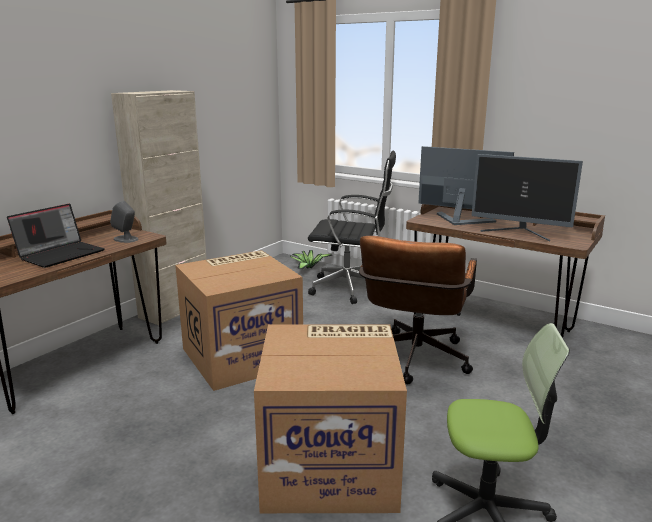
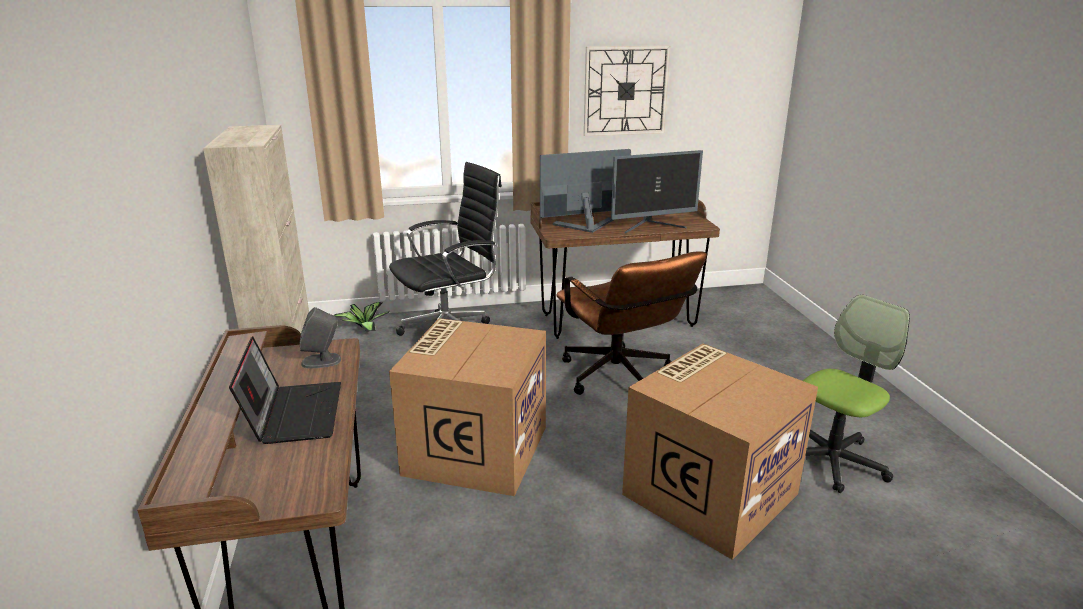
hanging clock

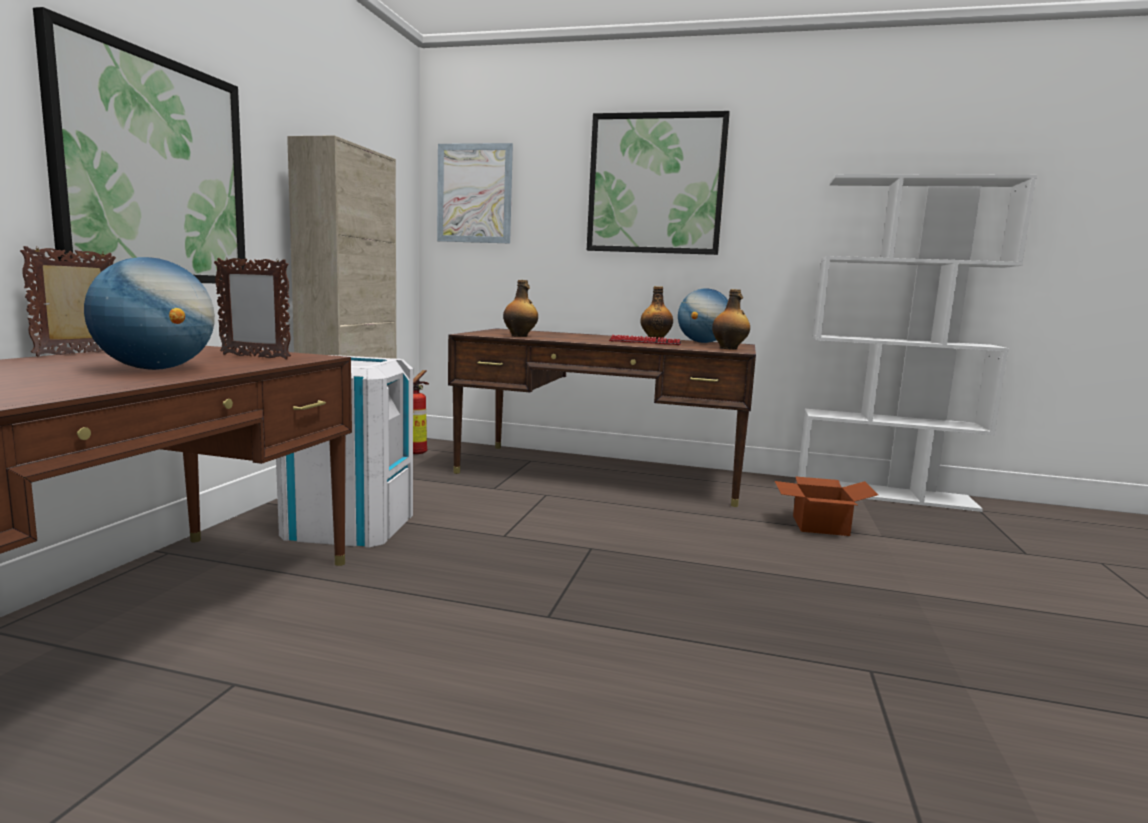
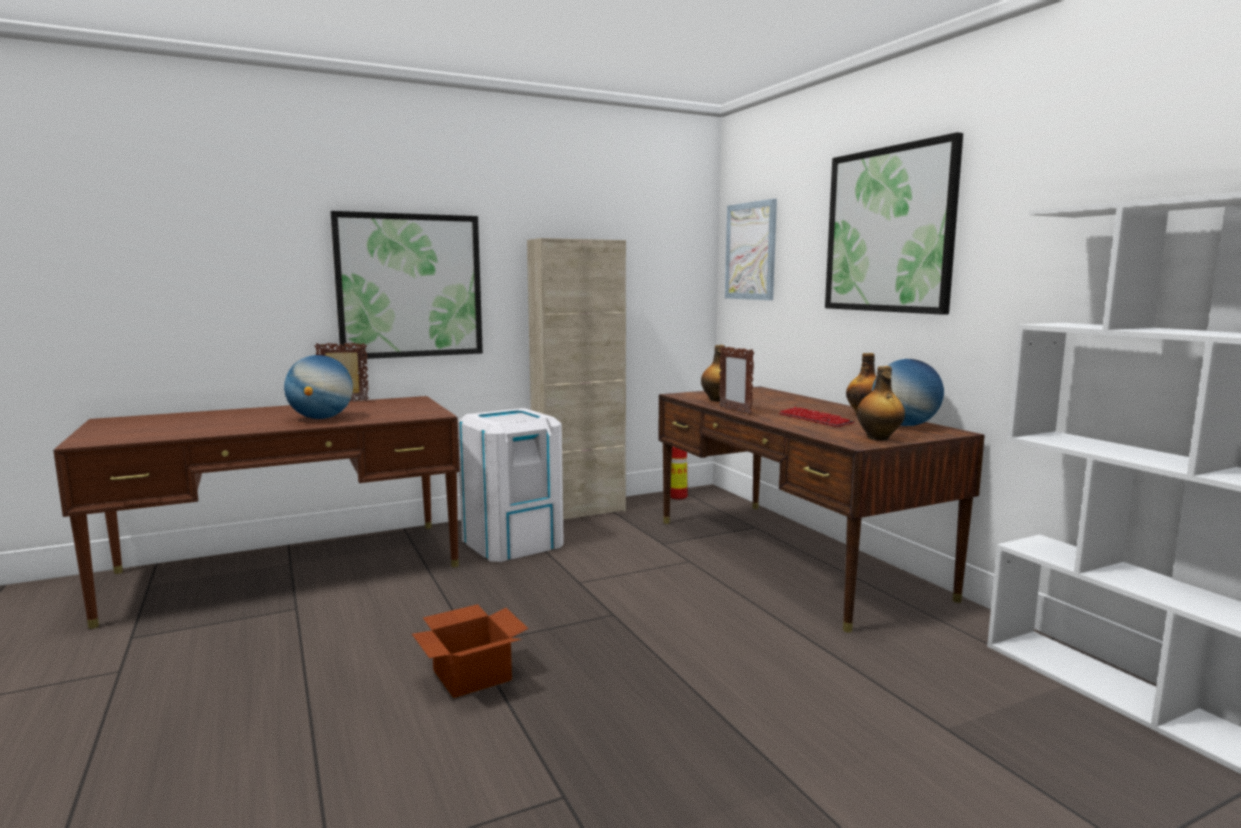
picture frame (no. 2 from left)
cardboard box

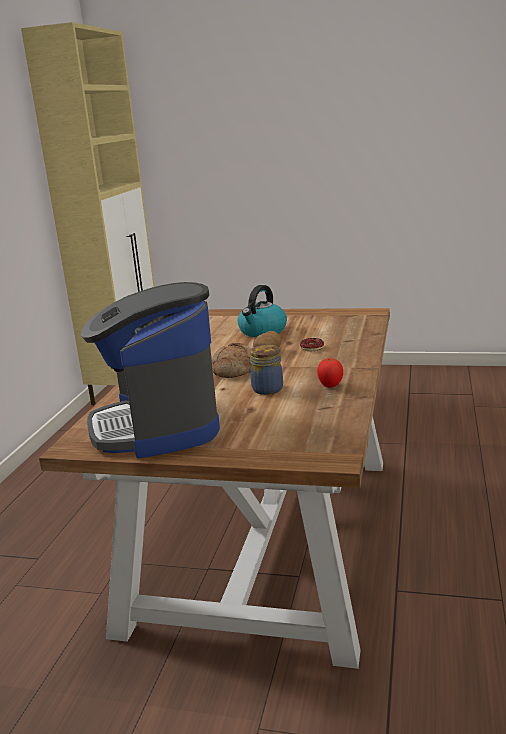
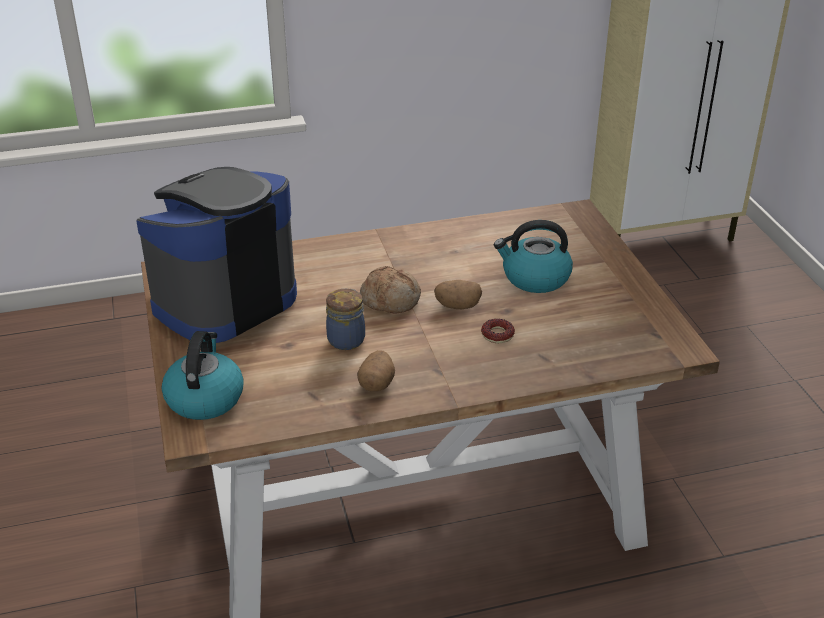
water kettle (no. 1 from left)
spud (no. 1 from left)

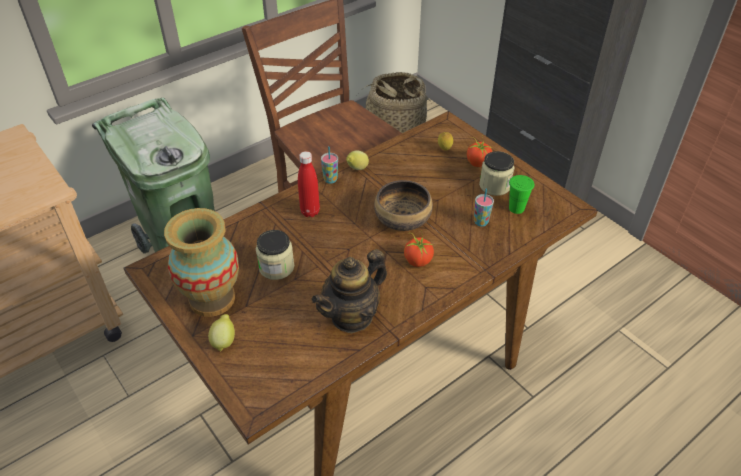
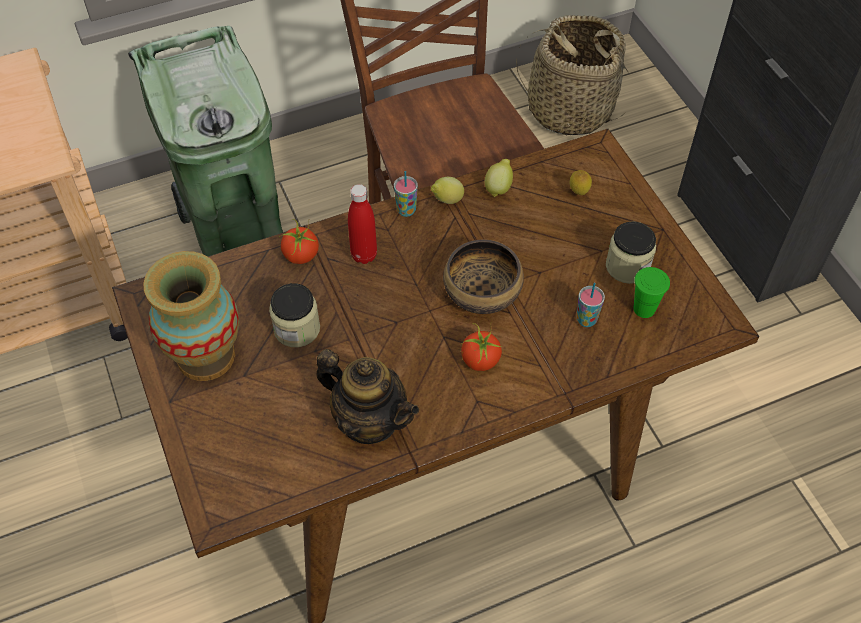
whole lemon (no. 2 from left)
whole tomato (no. 1 from left)
teapot

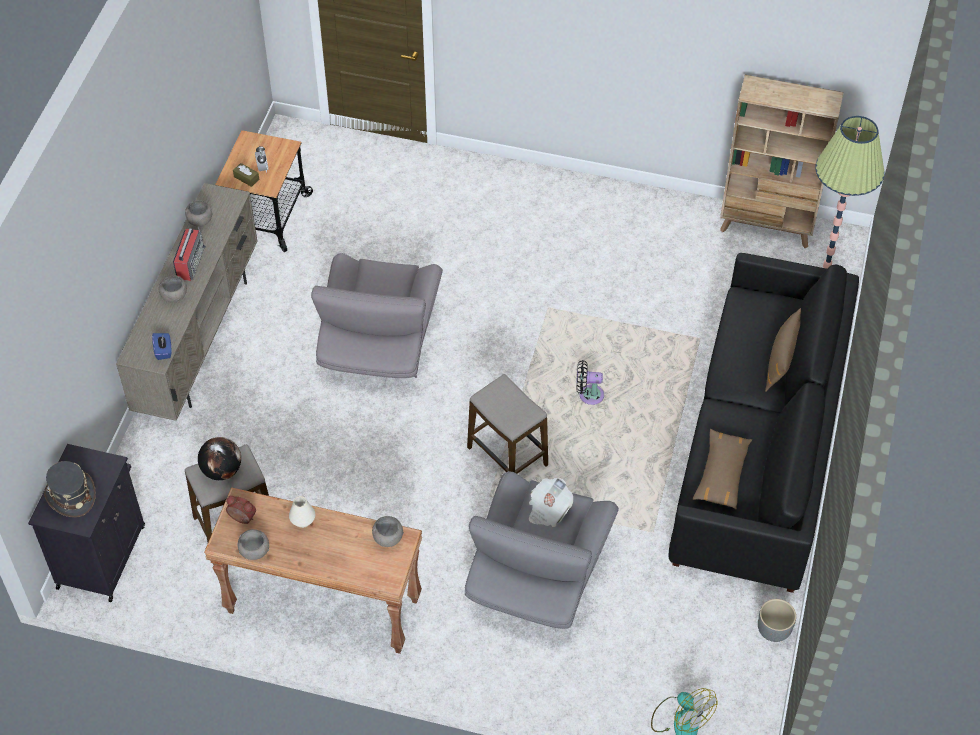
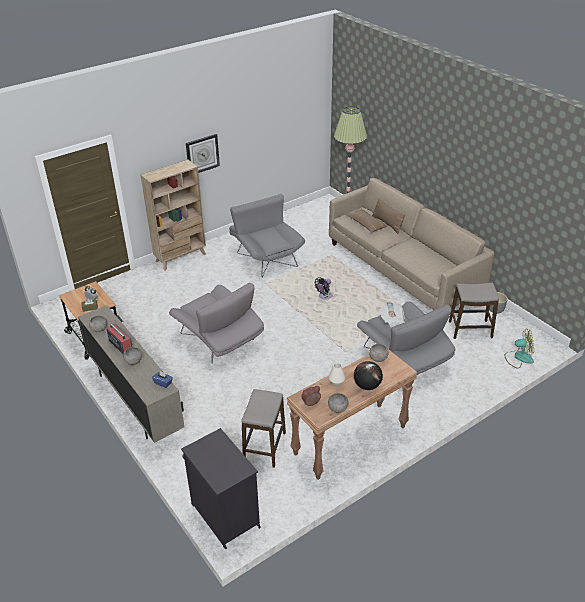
wearable hat/grey
hanging clock
armchair/grey (no. 2 from left)
world globe
stool (no. 2 from left)
throw pillow/brownish (no. 1 from left)
bookcase/beige
sofa/beige

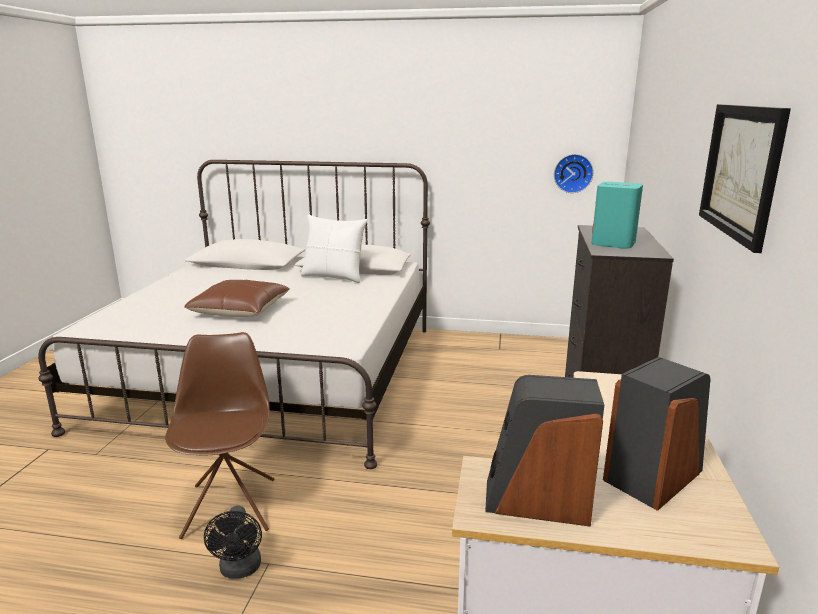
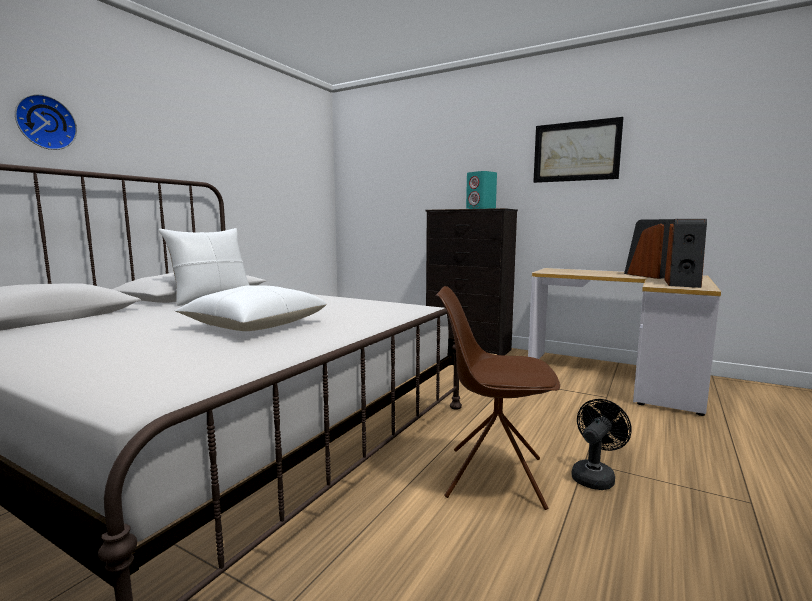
hanging clock
throw pillow/white-coloured (no. 2 from left)
electric fan/black

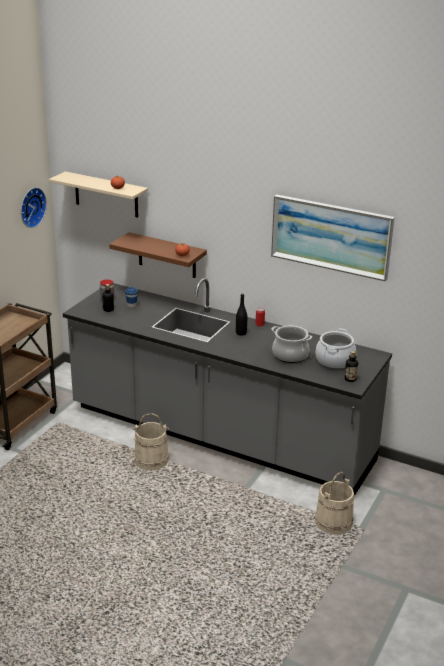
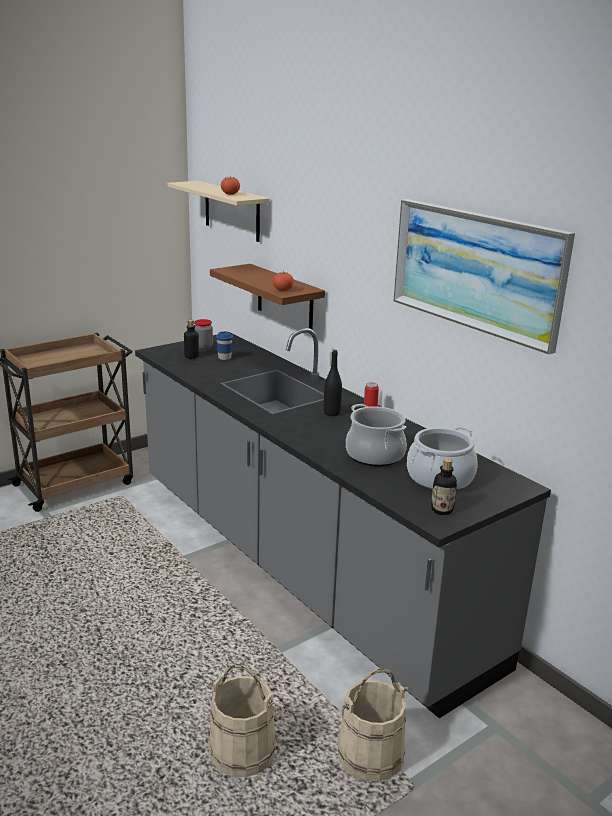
hanging clock
bucket/beige (no. 1 from left)

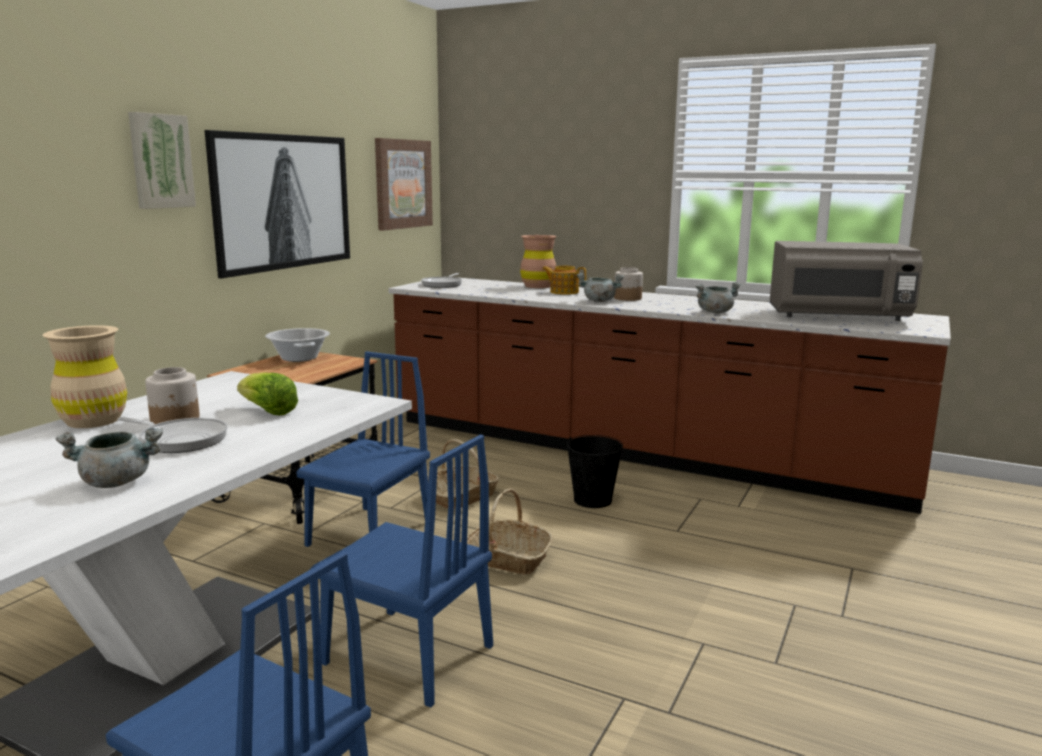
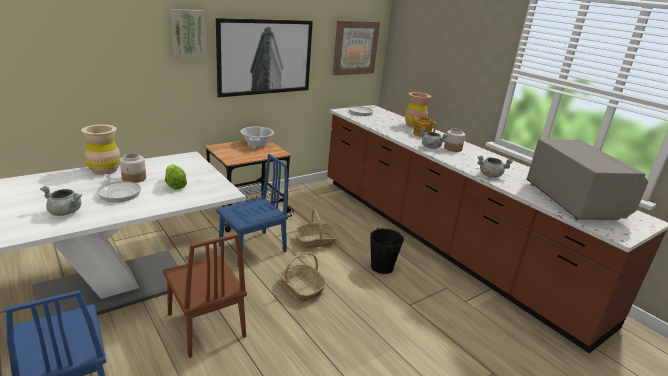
upright chair/brownish
microwave/grey

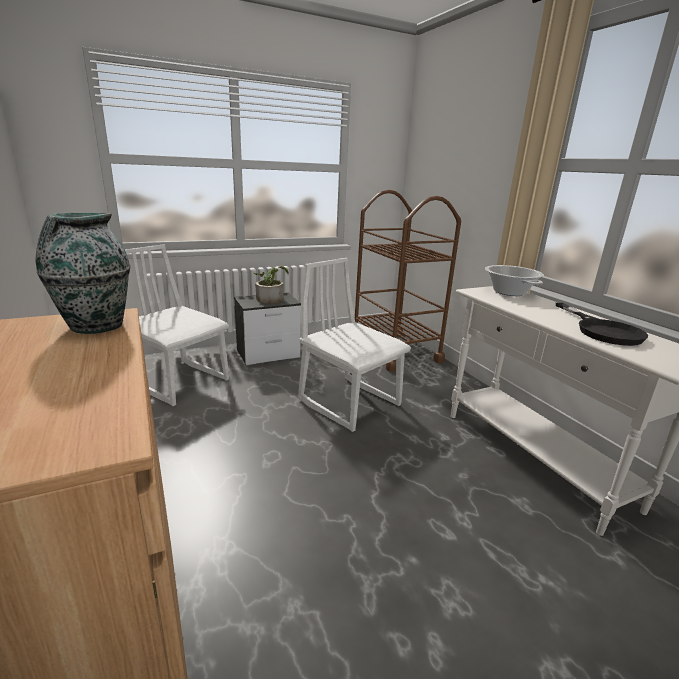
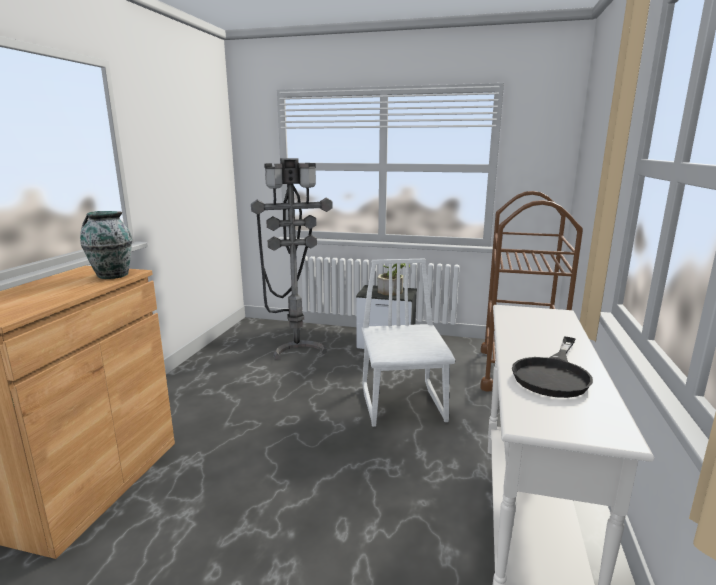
stockpot
standing lamp/grey

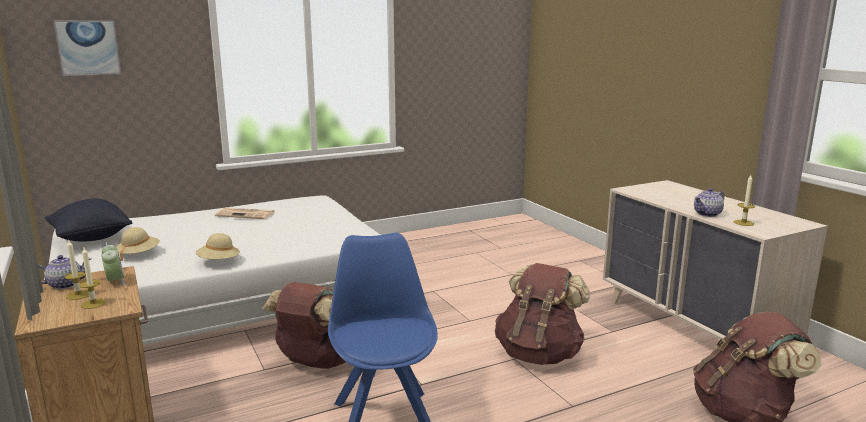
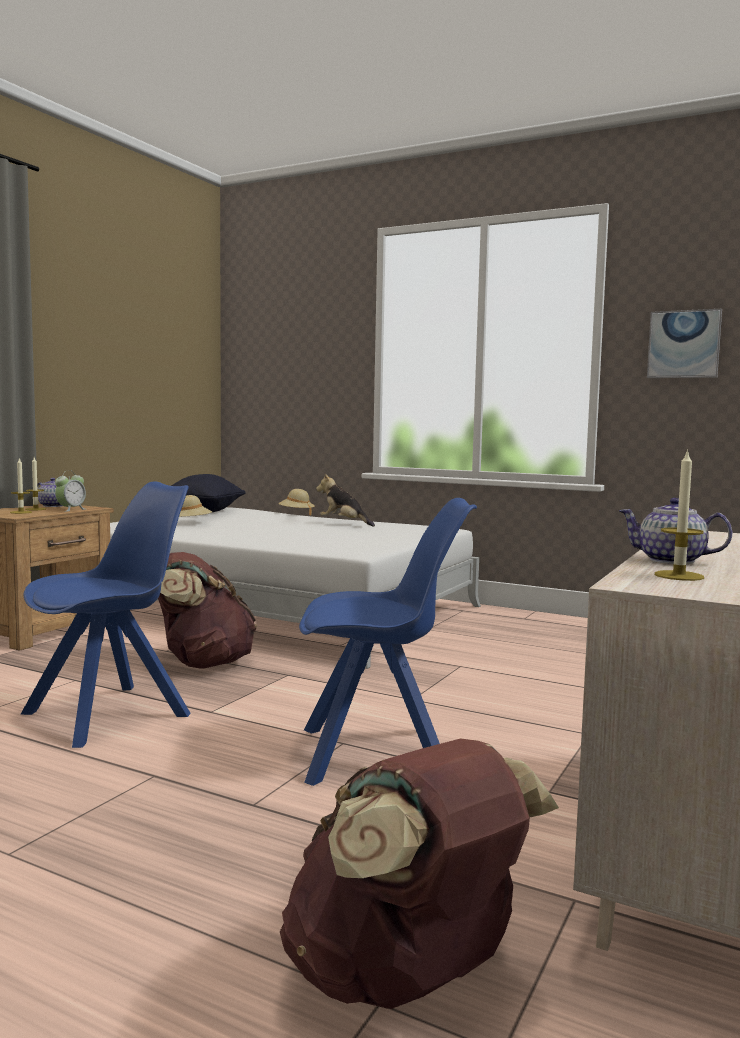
wall picture
wearable hat/beige (no. 2 from left)
cuddly toy
upright chair/bluish (no. 2 from left)

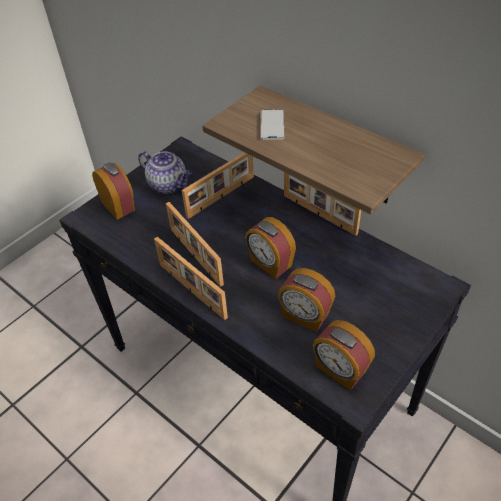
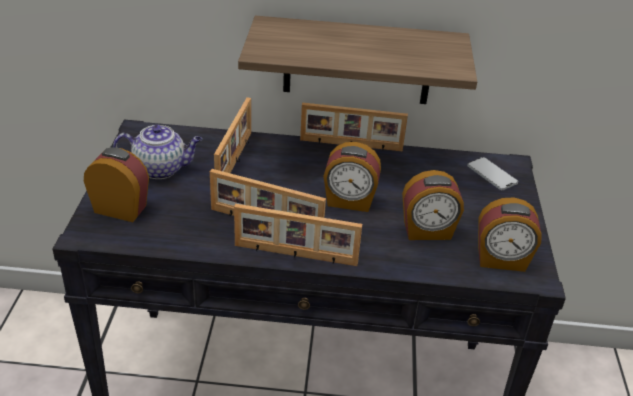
telephone

